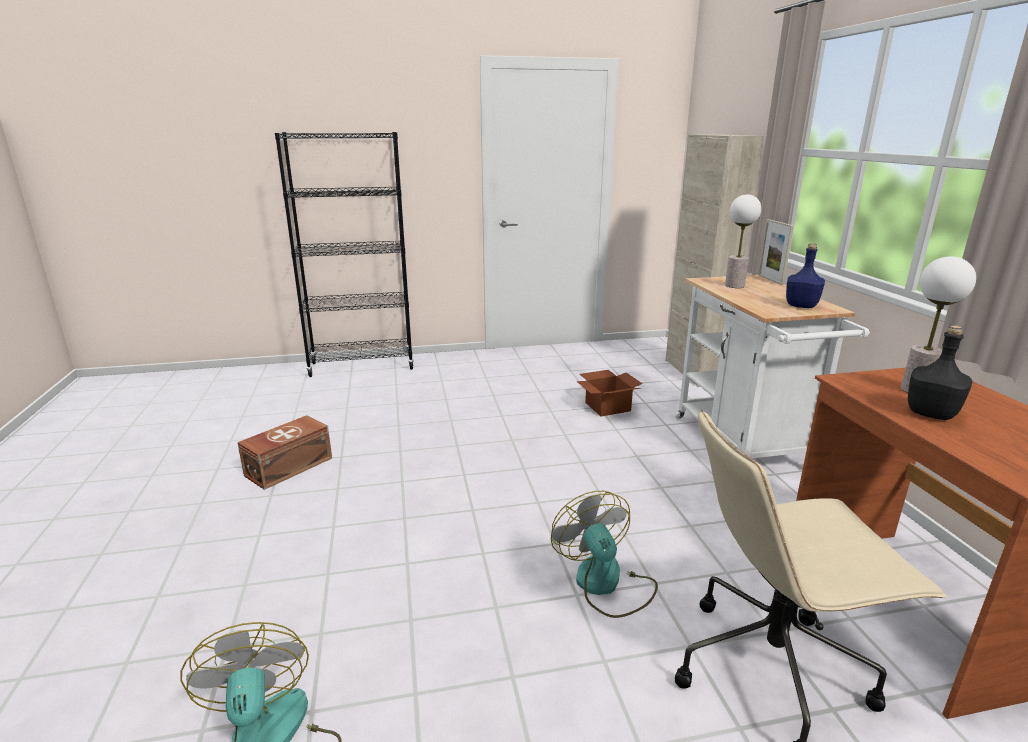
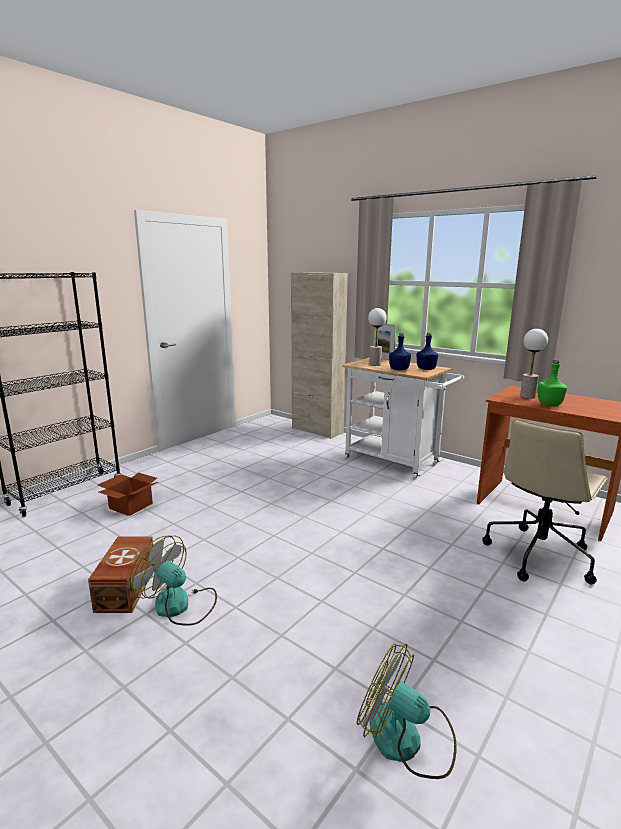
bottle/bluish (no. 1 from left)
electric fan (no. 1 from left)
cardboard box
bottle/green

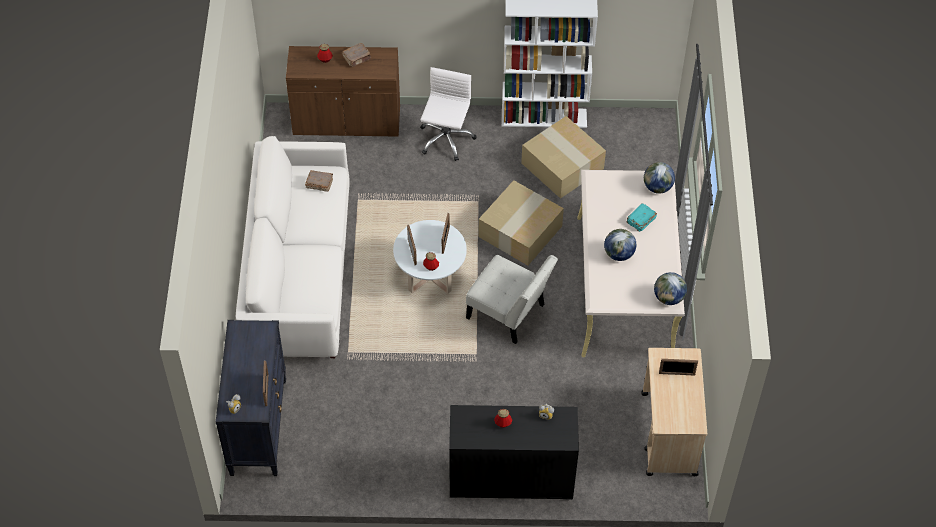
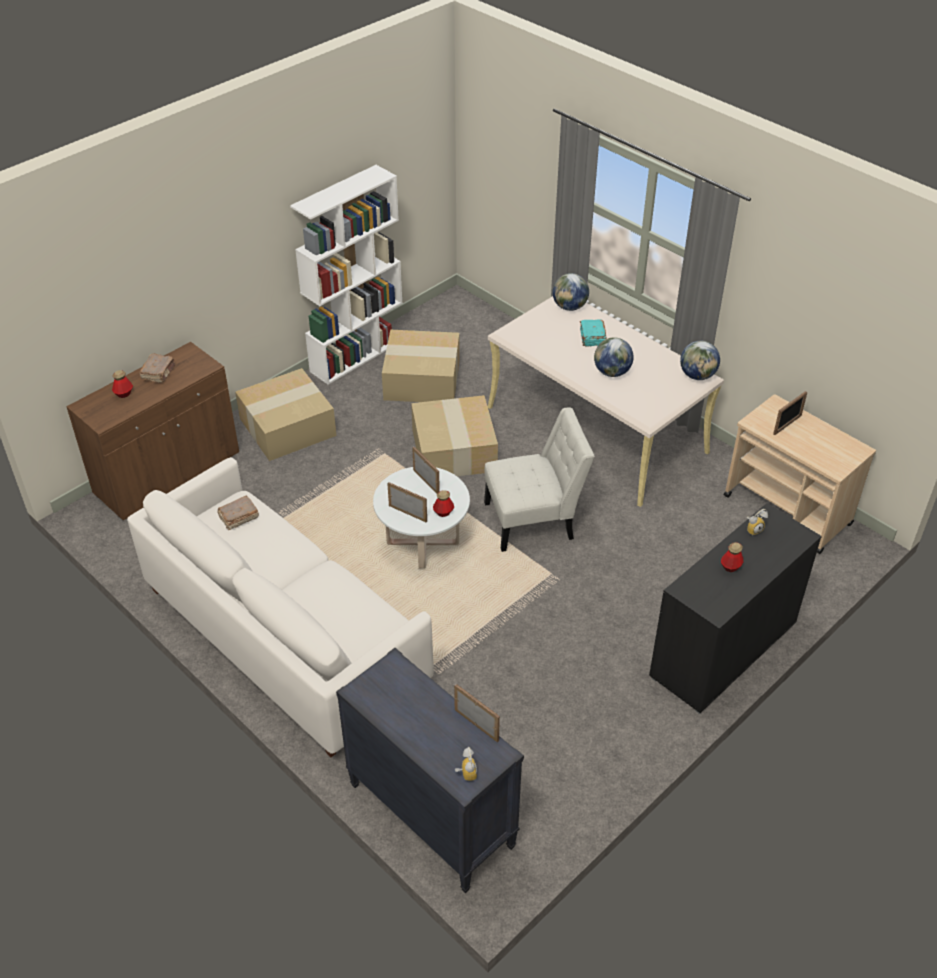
cardboard box (no. 1 from left)

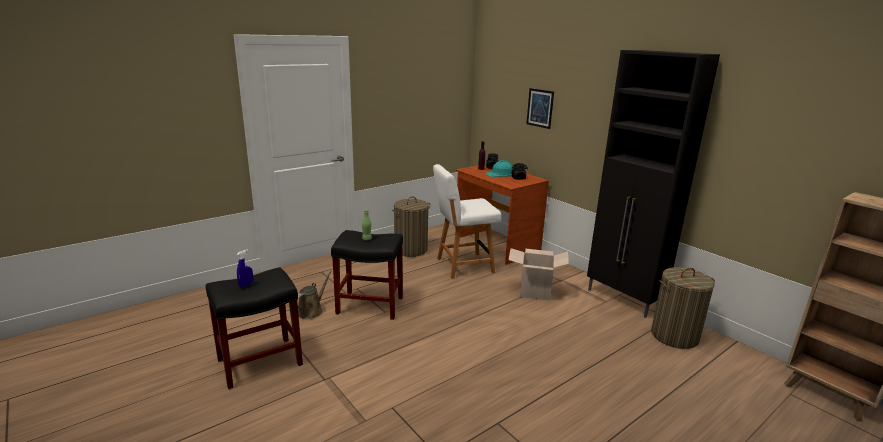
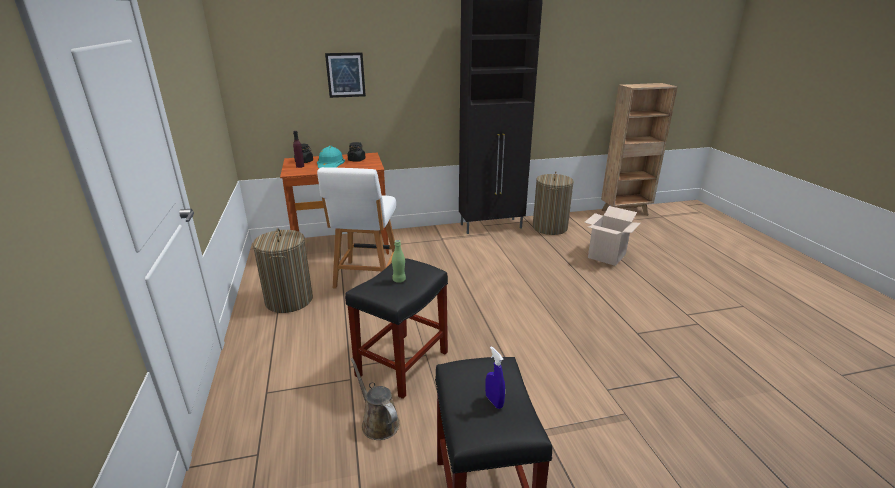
cardboard box

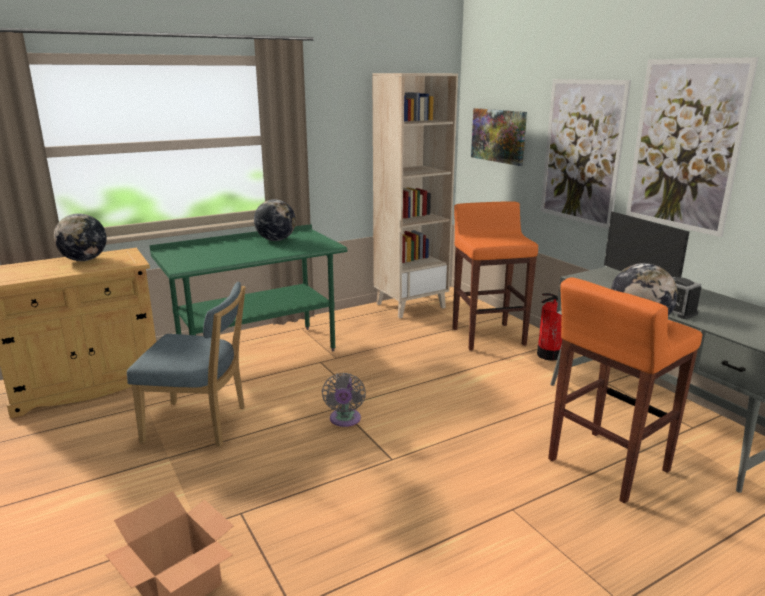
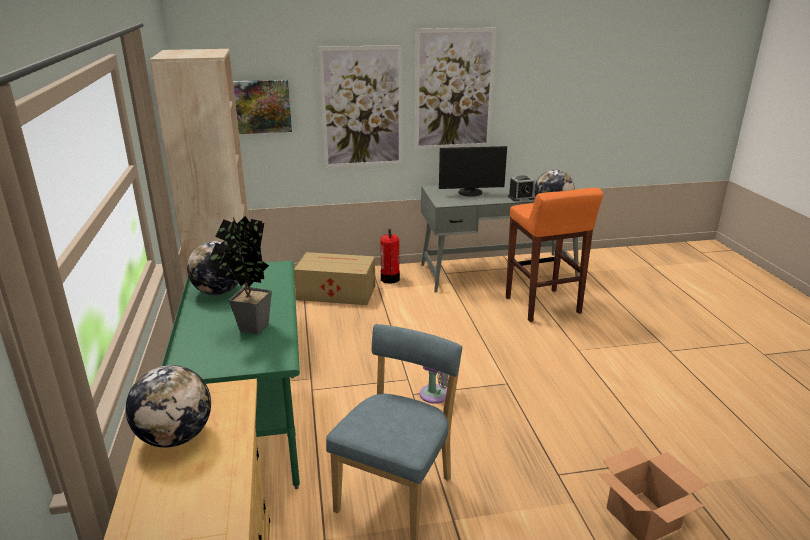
plant in a pot
cardboard box (no. 1 from left)

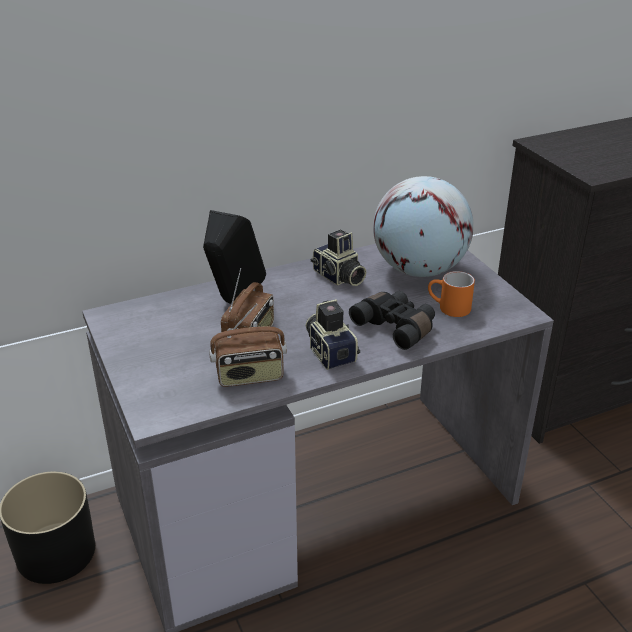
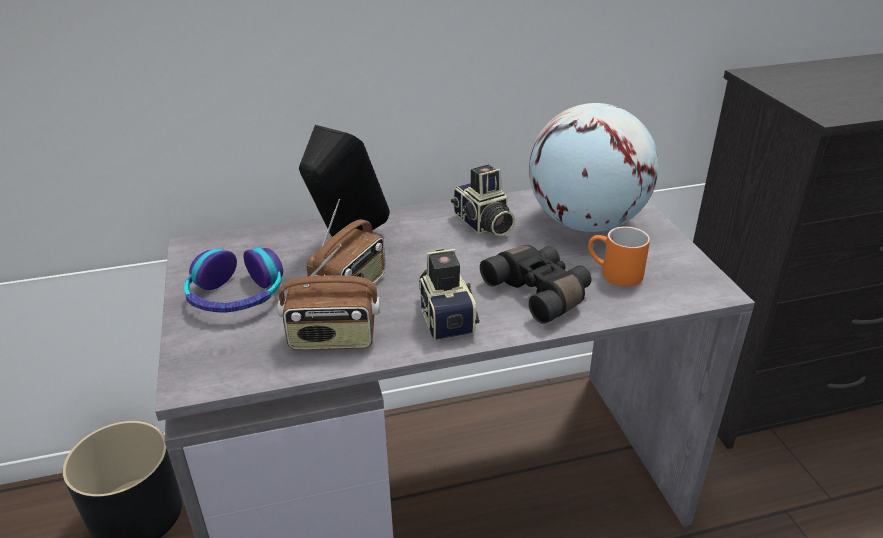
headphones

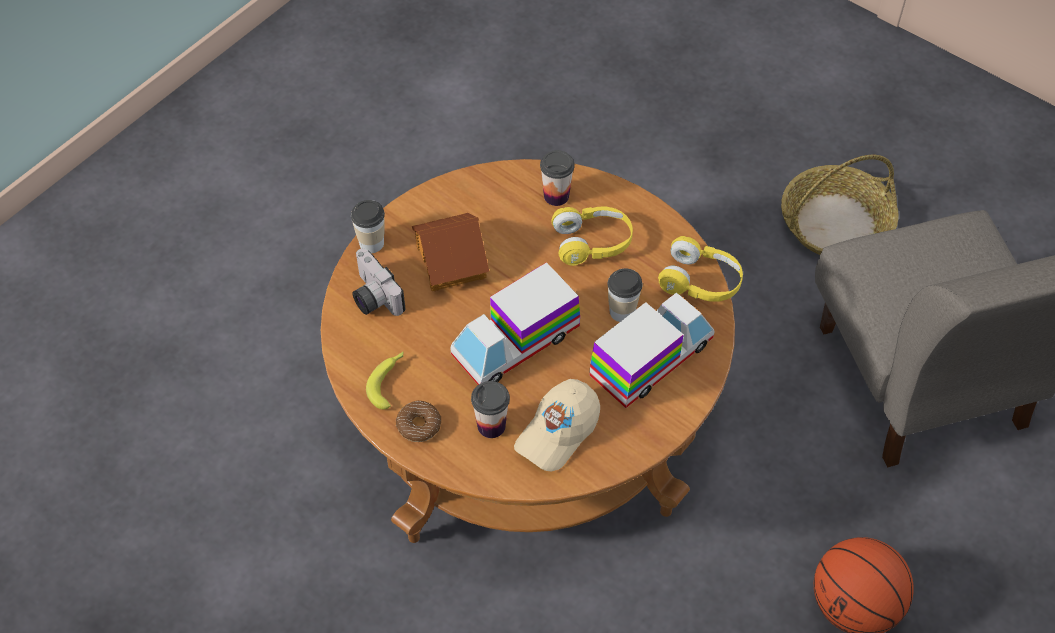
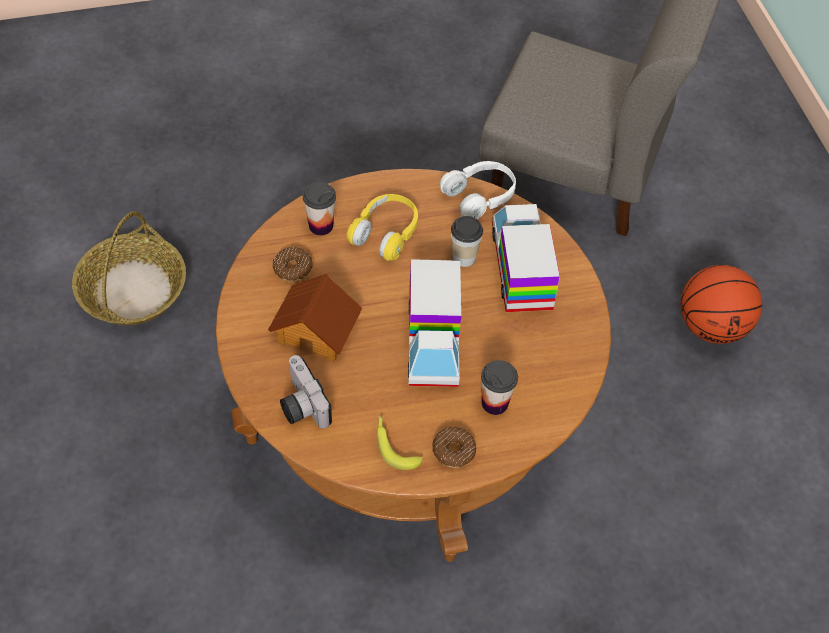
cup (no. 1 from left in the first image)
peaked cap/beige
ring doughnut (no. 1 from left)
basket
headphones/white-coloured
still camera

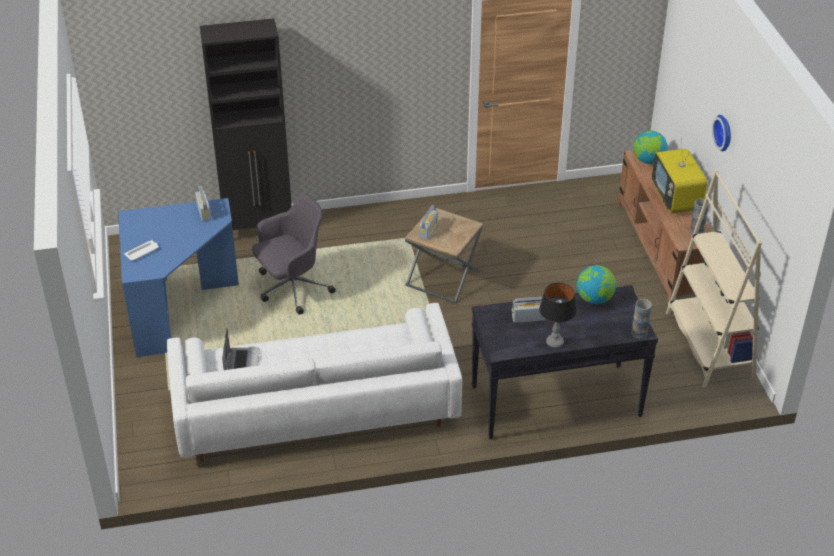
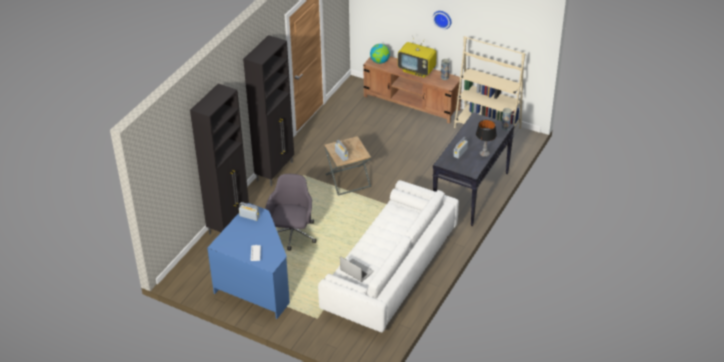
world globe (no. 1 from left in the first image)
cabinet/black (no. 2 from left)

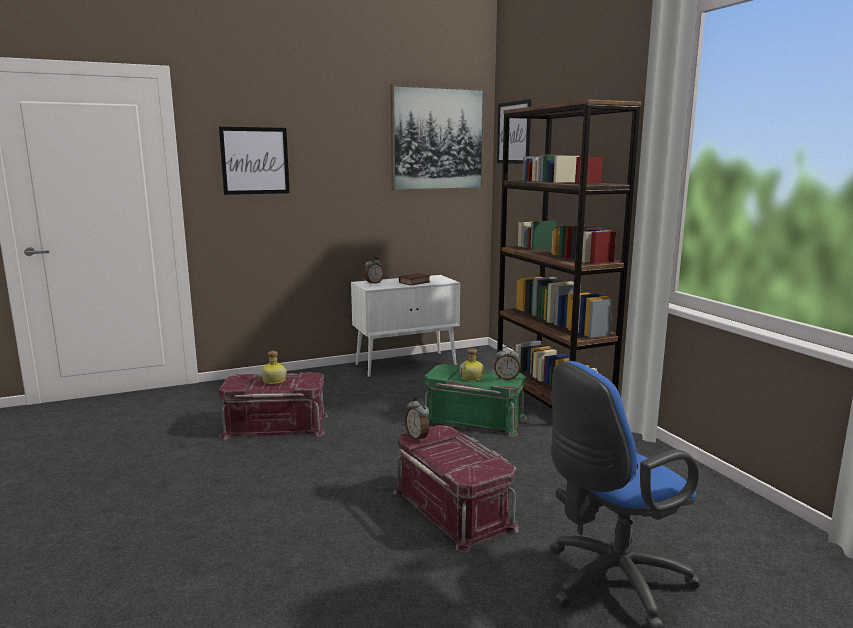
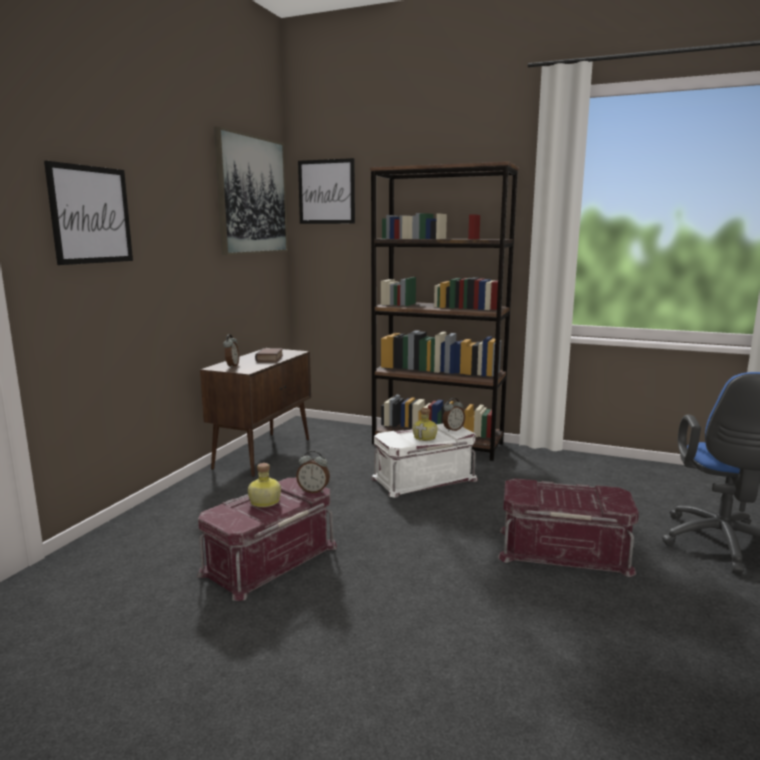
alarm clock (no. 2 from left)
cabinet/brownish
storage box/white-coloured

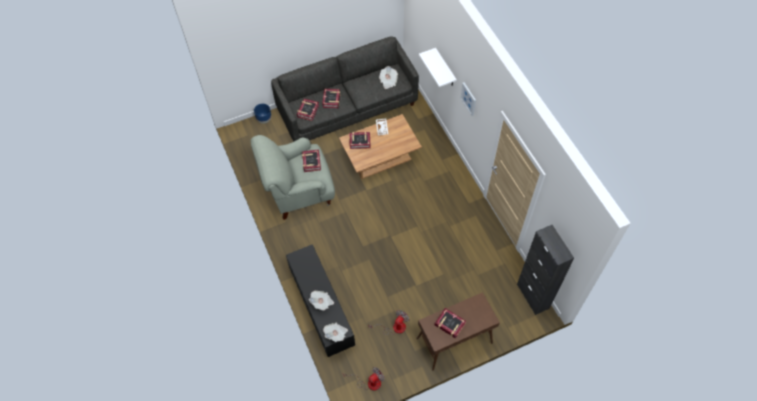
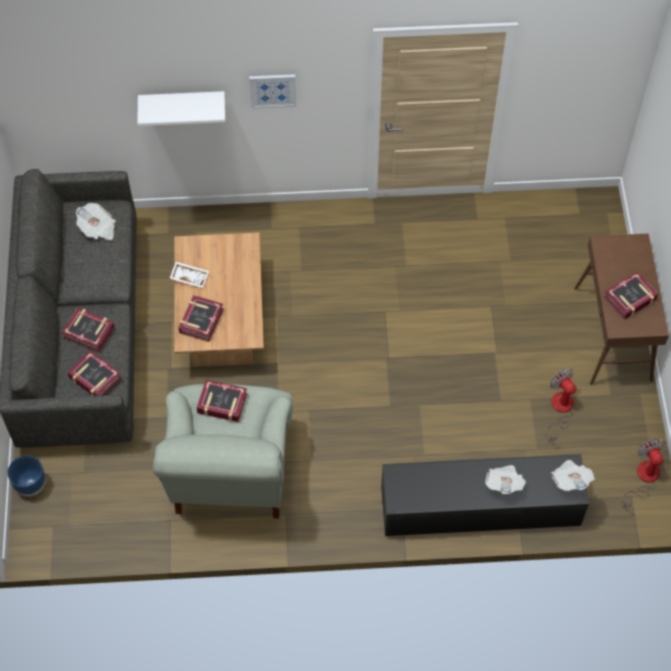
cabinet/black

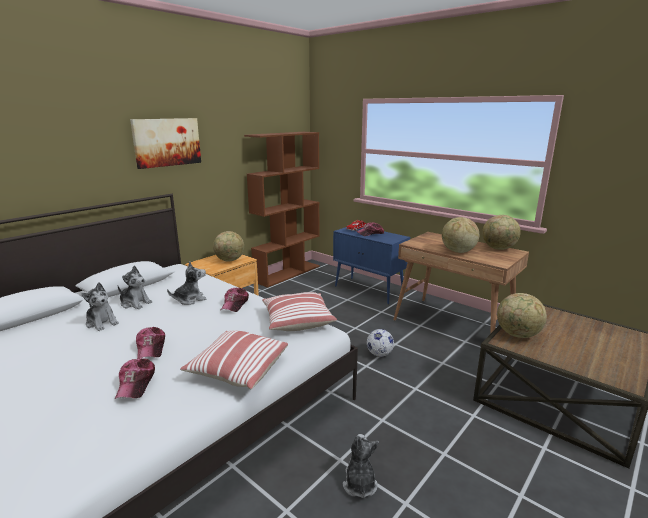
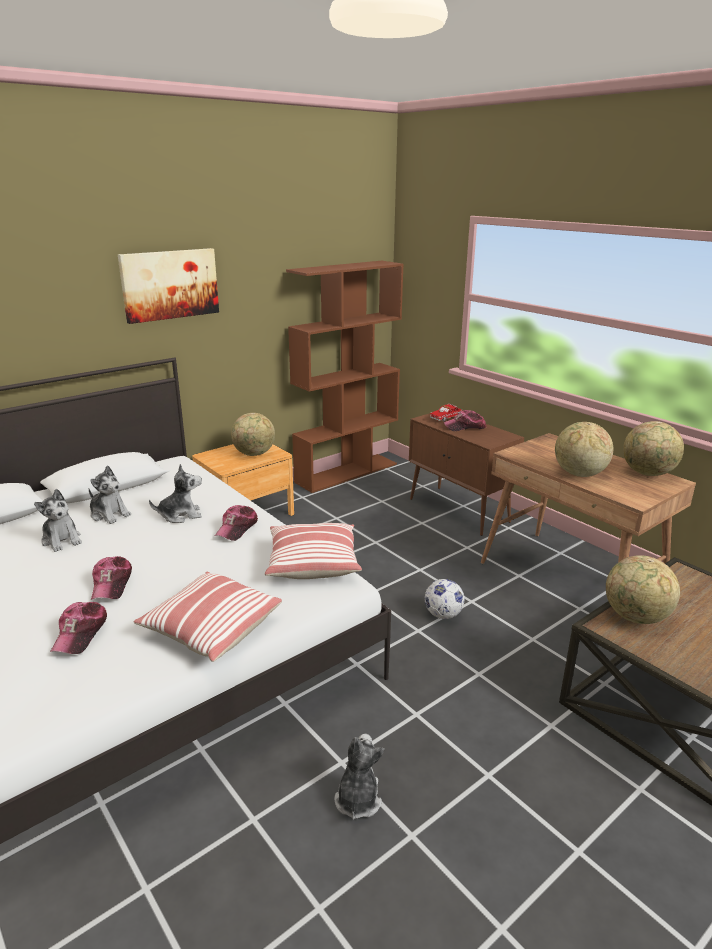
cabinet/brownish

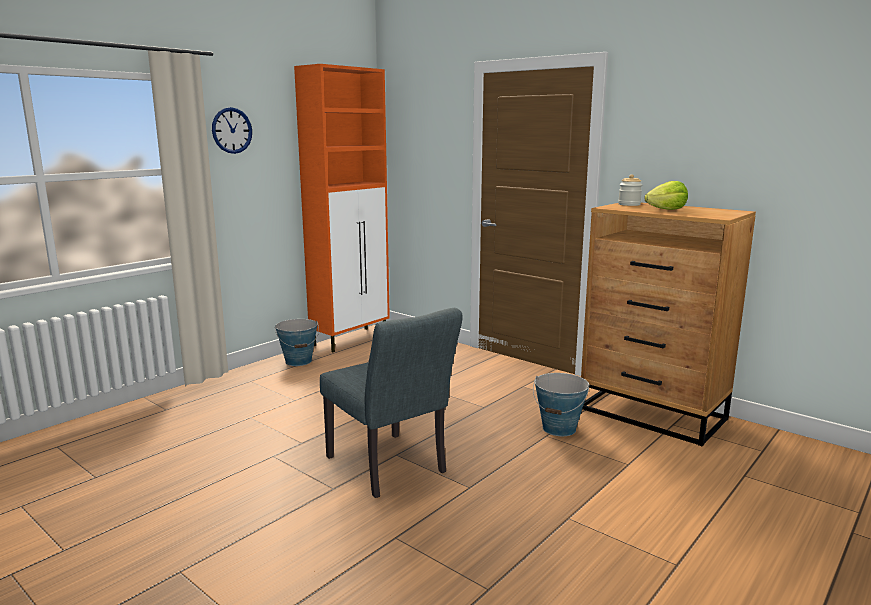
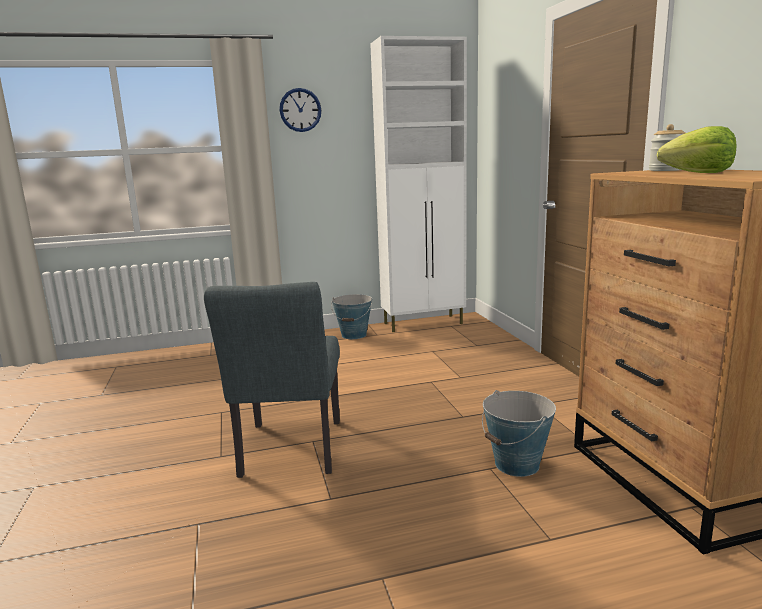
cabinet/white-coloured

